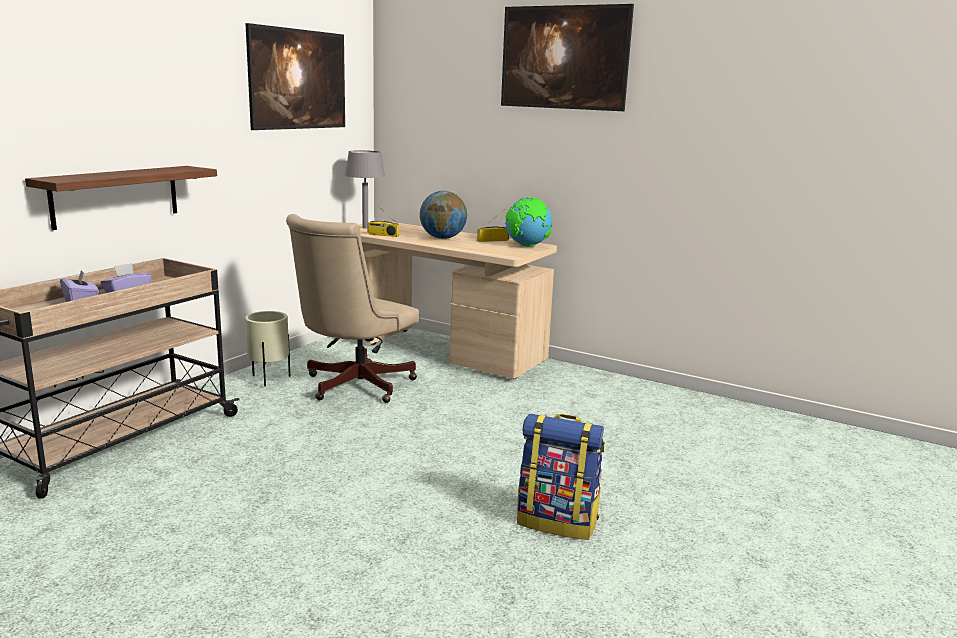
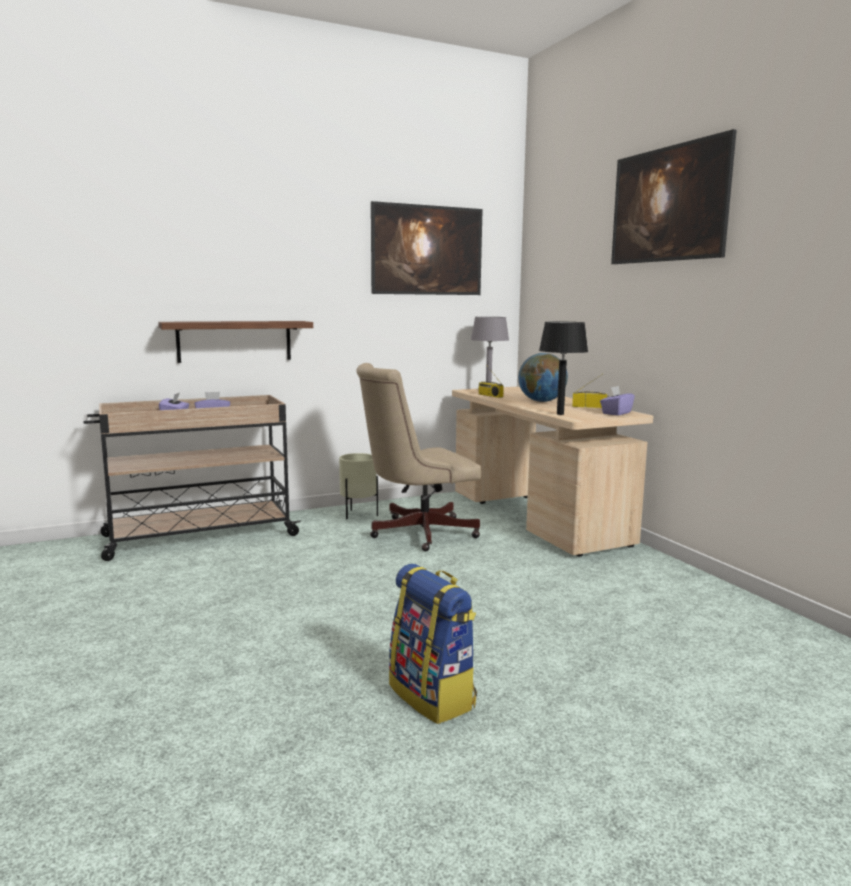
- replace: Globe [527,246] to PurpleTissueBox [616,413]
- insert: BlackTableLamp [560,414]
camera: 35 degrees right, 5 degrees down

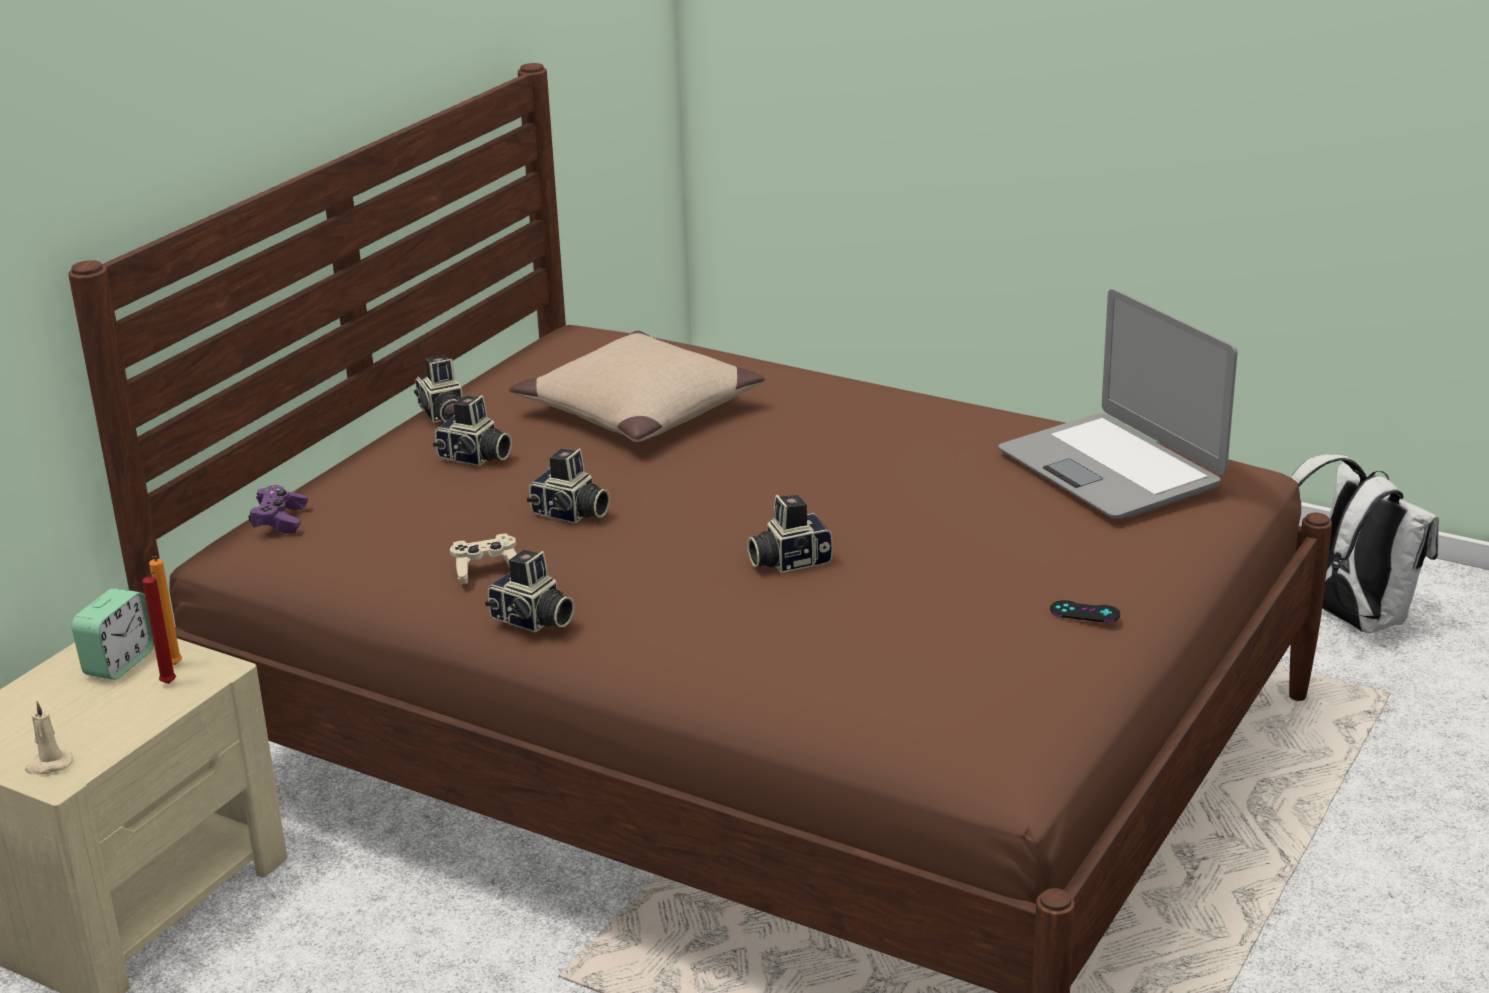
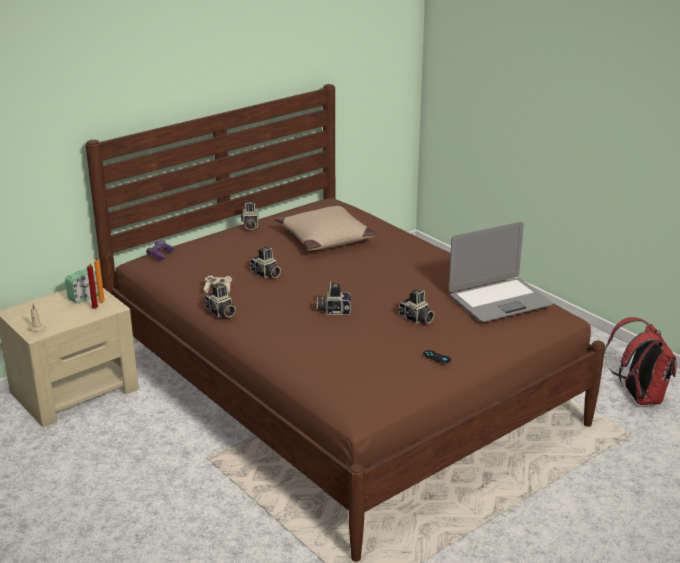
- rotate: Laptop [1111,468] = [499,301] 105 degrees counterclockwise
- move: PhotoCamera [474,458] to [416,319]
- recolor: WhiteBackpack [1349,618] to RedBackpack [638,396]
camera: 20 degrees right, 0 degrees up

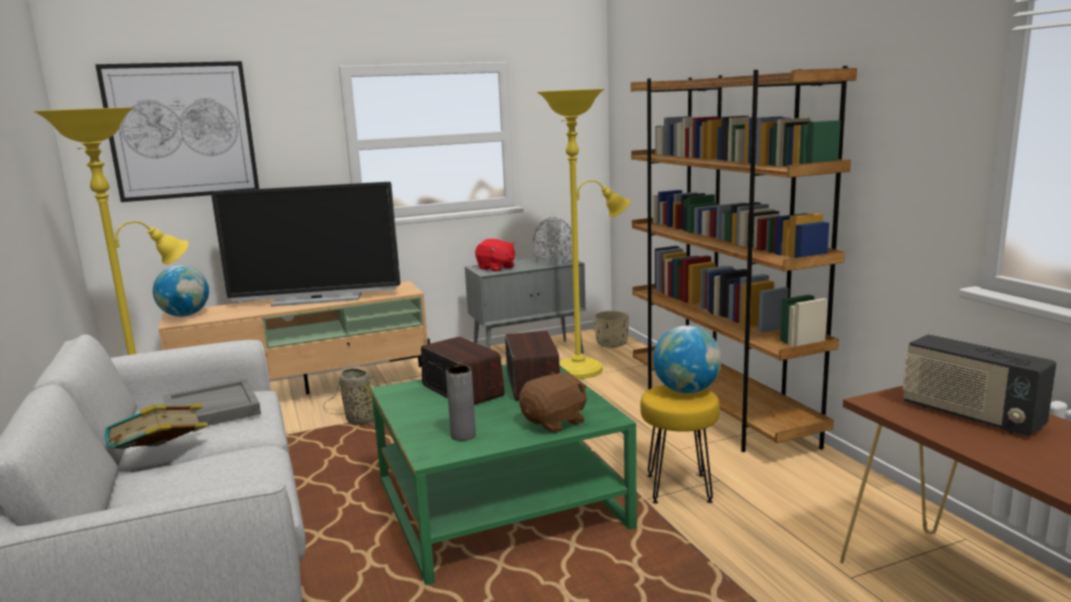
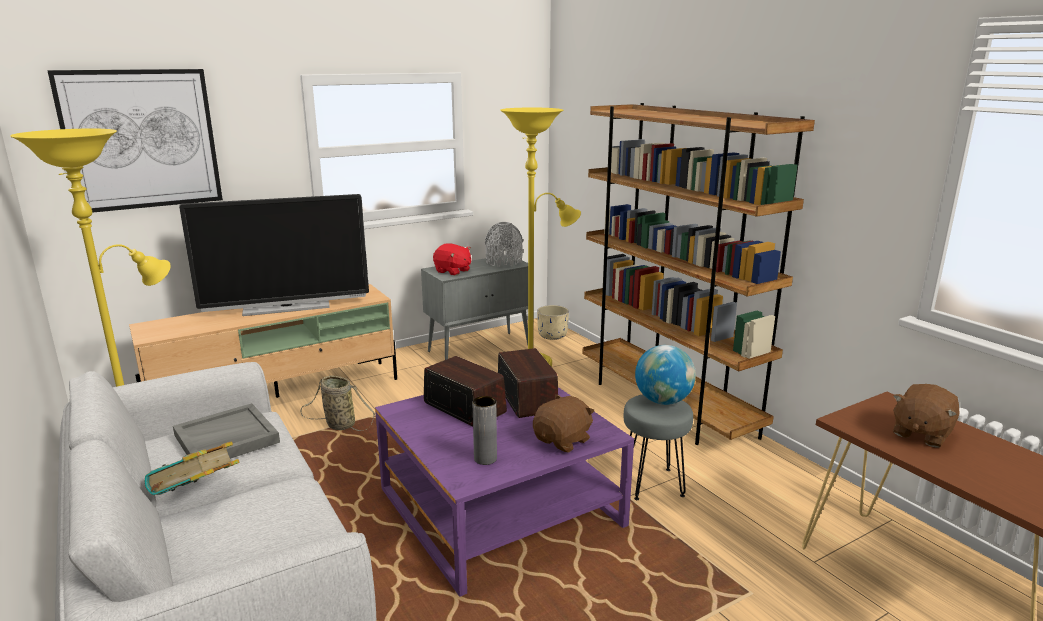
- delete: Globe [185,315]
- replace: Radio [970,416] to BrownPlushToy [920,433]
- recolor: GreenCoffeeTable [499,503] to PurpleCoffeeTable [499,507]
- recolor: YellowStool [678,488] to GreyStool [652,483]
camera: 10 degrees left, 5 degrees up

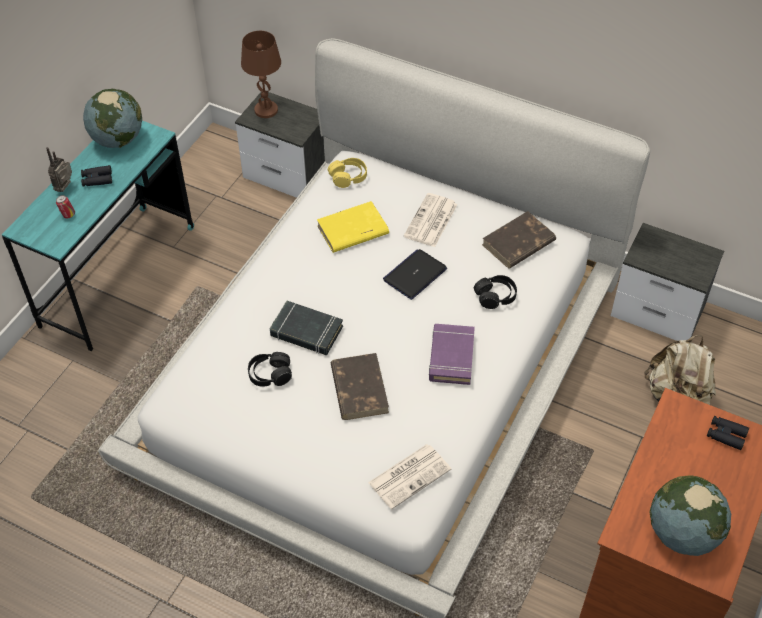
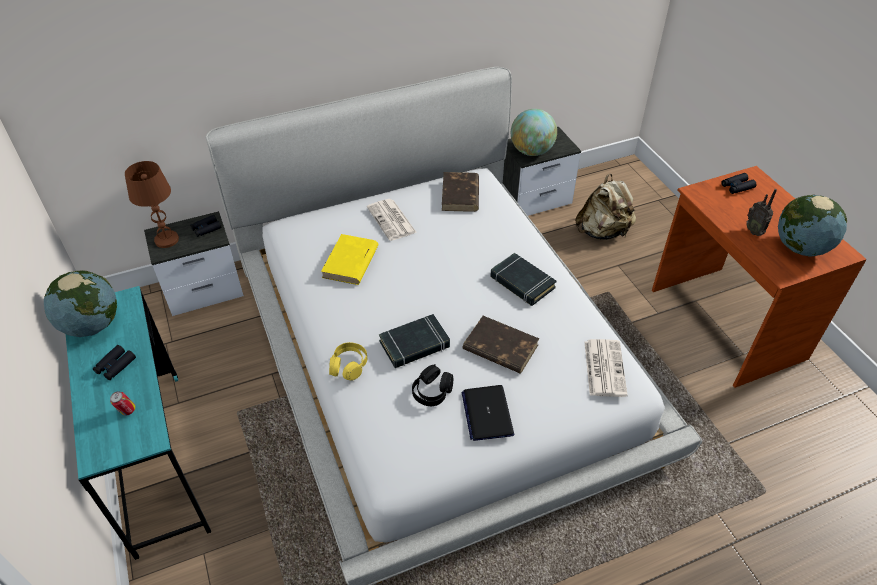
- move: Radio [66,188] to [754,231]
- move: YellowHeadphones [348,177] to [348,366]
- move: Laptop [415,275] to [487,413]
- delete: BlackHeadphones [495,296]
- recolor: PurpleBook [451,357] to BlackBook [522,283]
- insert: Globe [531,151]
- insert: BlackBinoculars [206,229]
camera: 50 degrees left, 5 degrees down

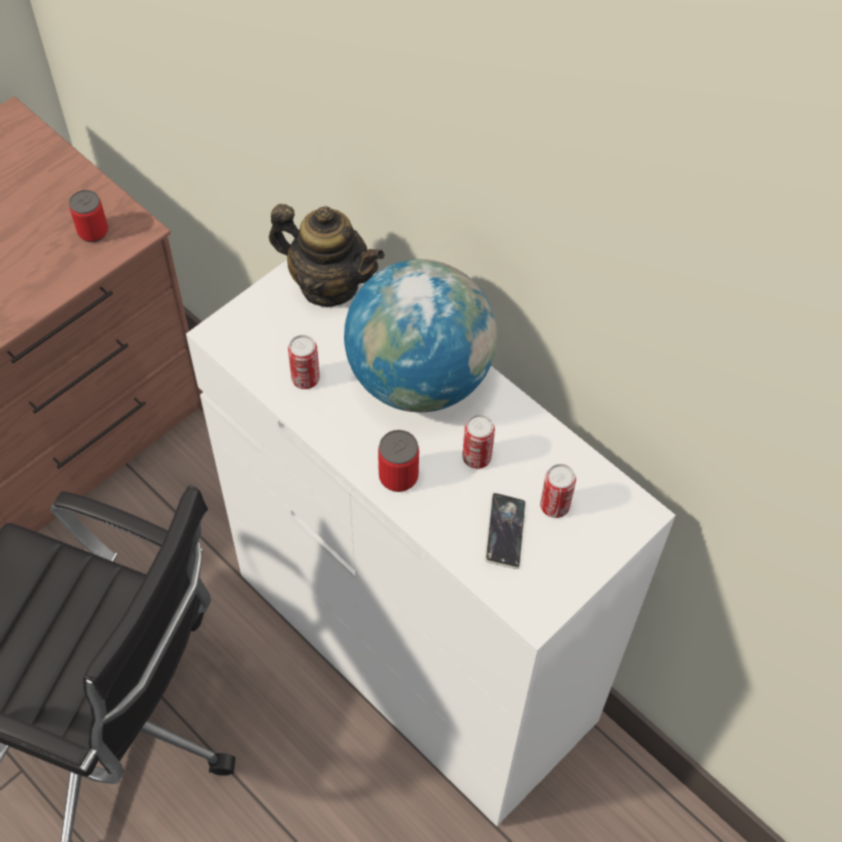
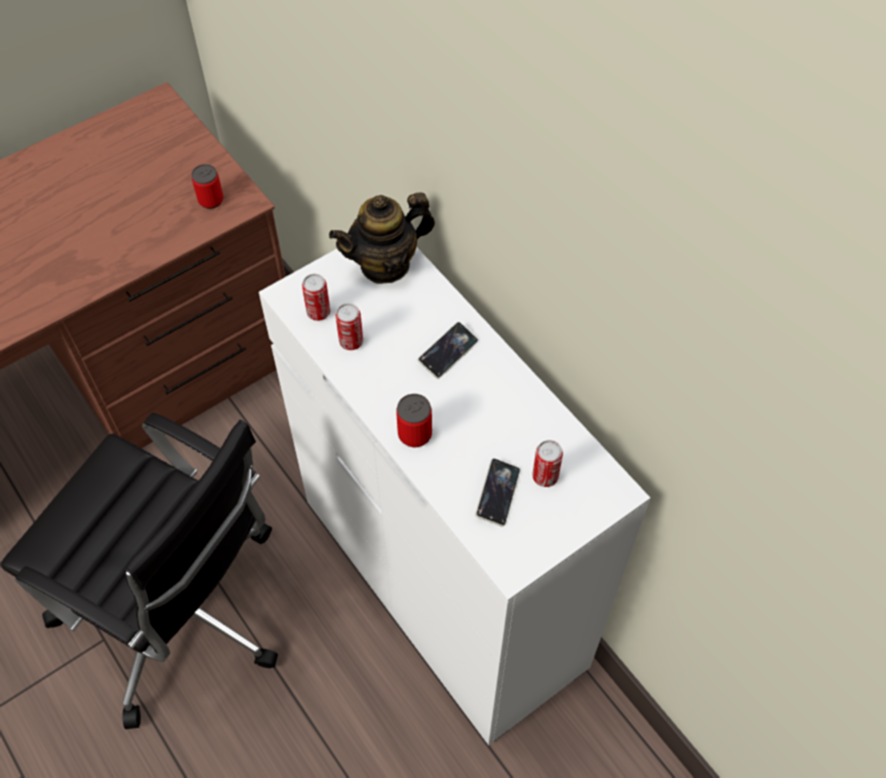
- rotate: Teapot [329,285] = [385,264] 120 degrees clockwise
- replace: Globe [419,378] to Phone [448,352]
- move: Can [476,457] to [318,312]
camera: 10 degrees right, 0 degrees up

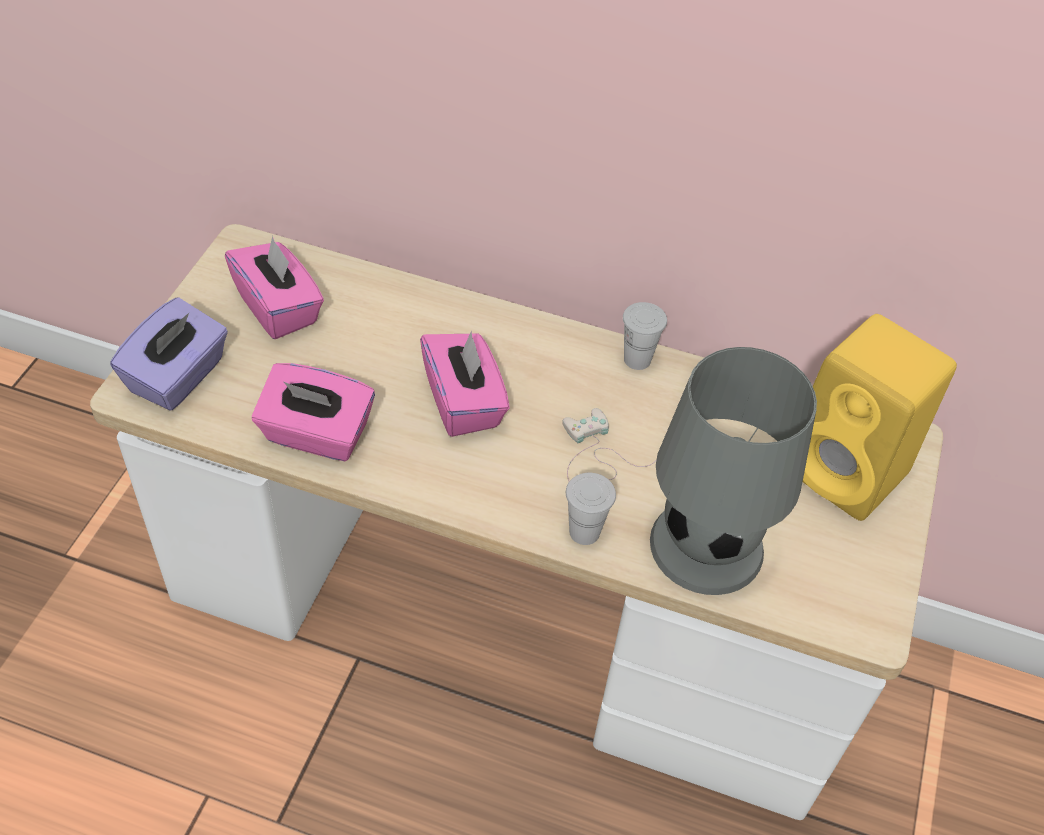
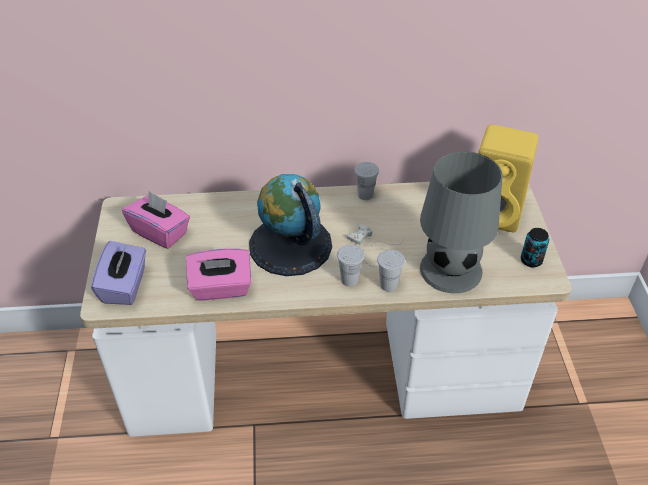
- replace: PinkTissueBox [464,402] to Globe [290,245]
- insert: Can [531,260]
- insert: WhiteCup [349,280]
camera: 20 degrees left, 5 degrees down

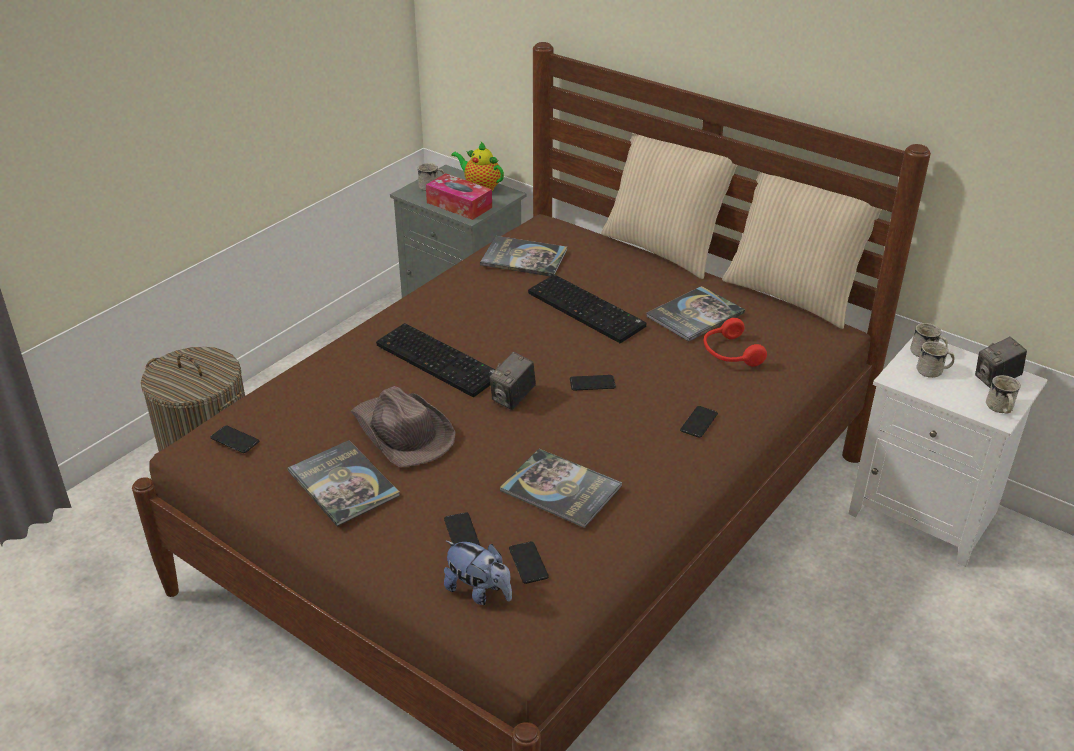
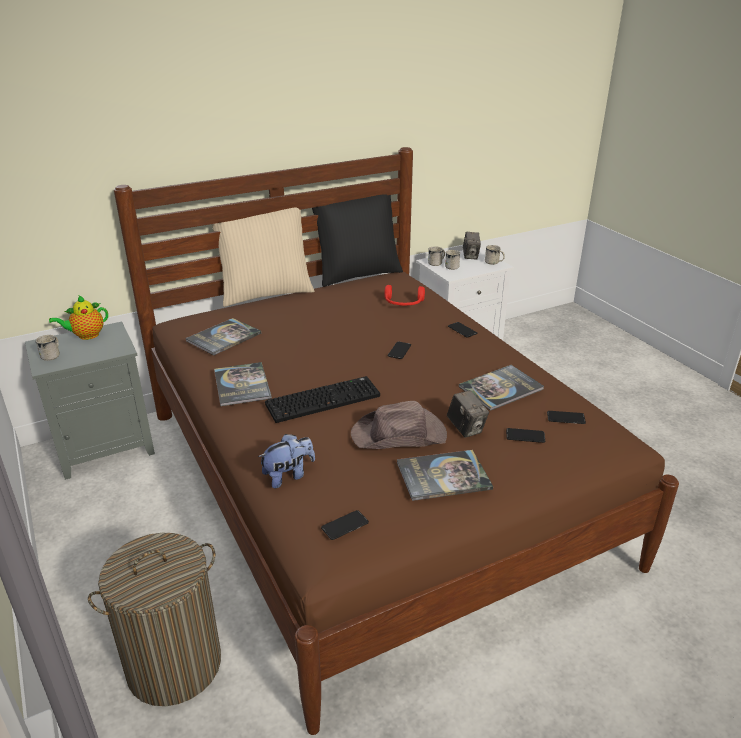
- recolor: BeigePillow [792,295] to BlackPillow [357,274]
- delete: TissueBox [459,205]
- delete: Keyboard [588,310]
- move: Book [695,315] to [242,385]
- move: PhotoCamera [513,398] to [466,428]
- move: PlushToy [479,591] to [288,475]
camera: 65 degrees left, 5 degrees down

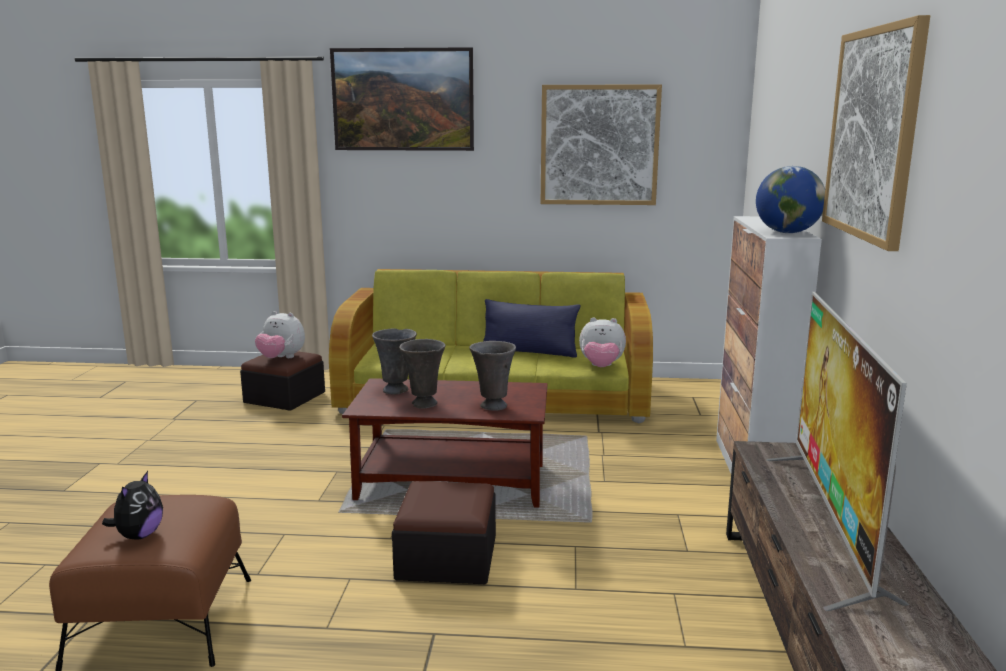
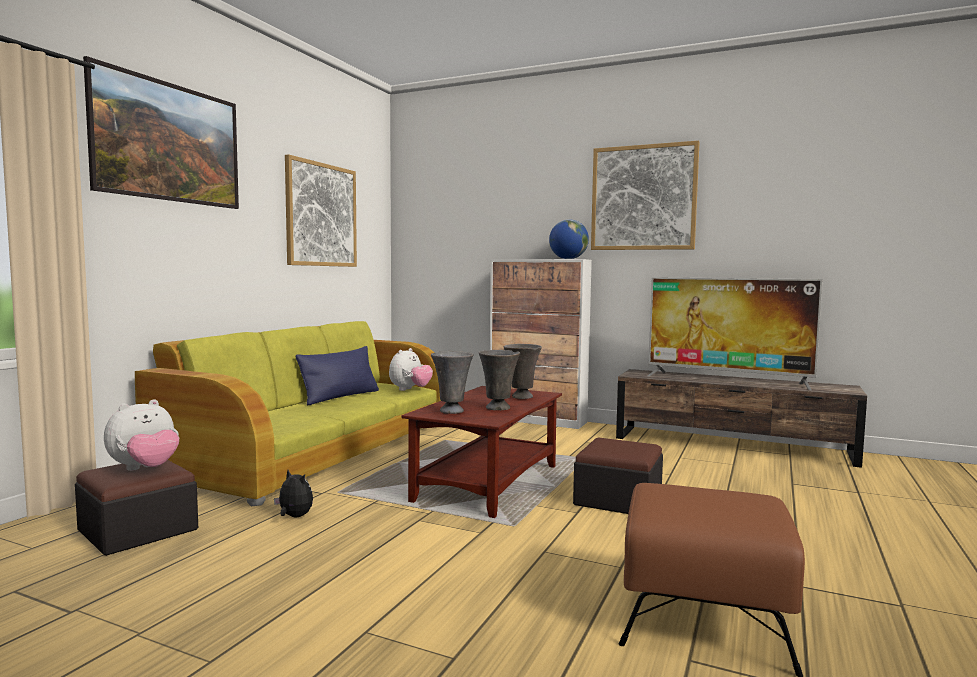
- move: PlushToy [139,535] to [294,517]
camera: 70 degrees left, 10 degrees down

